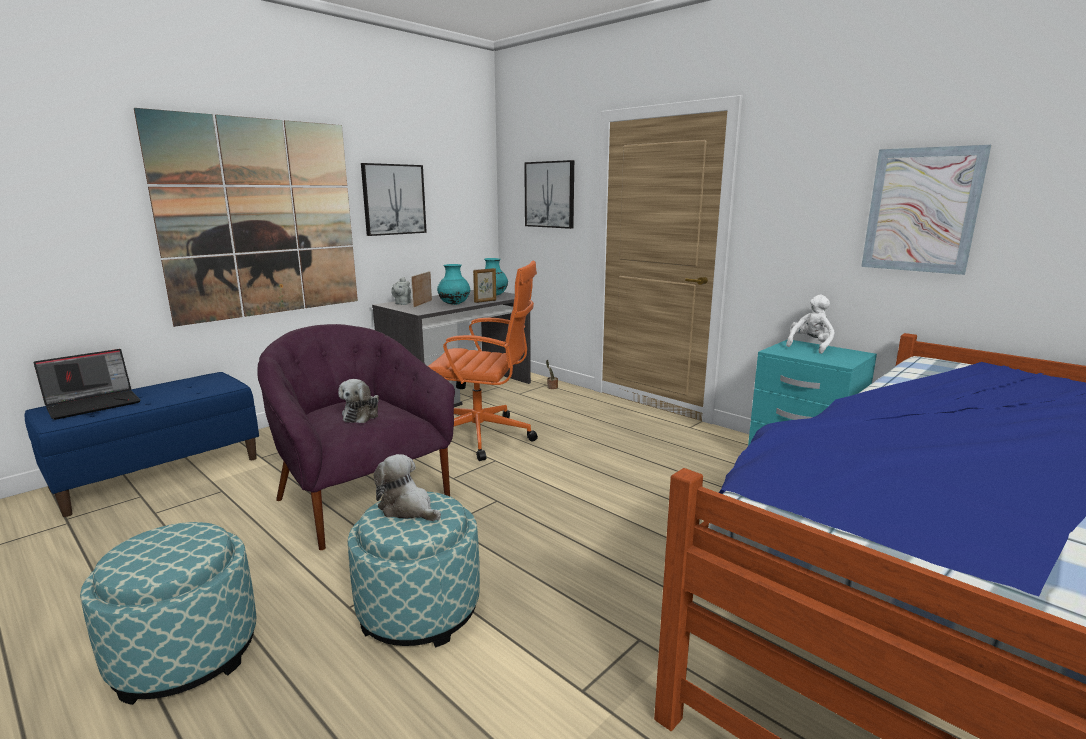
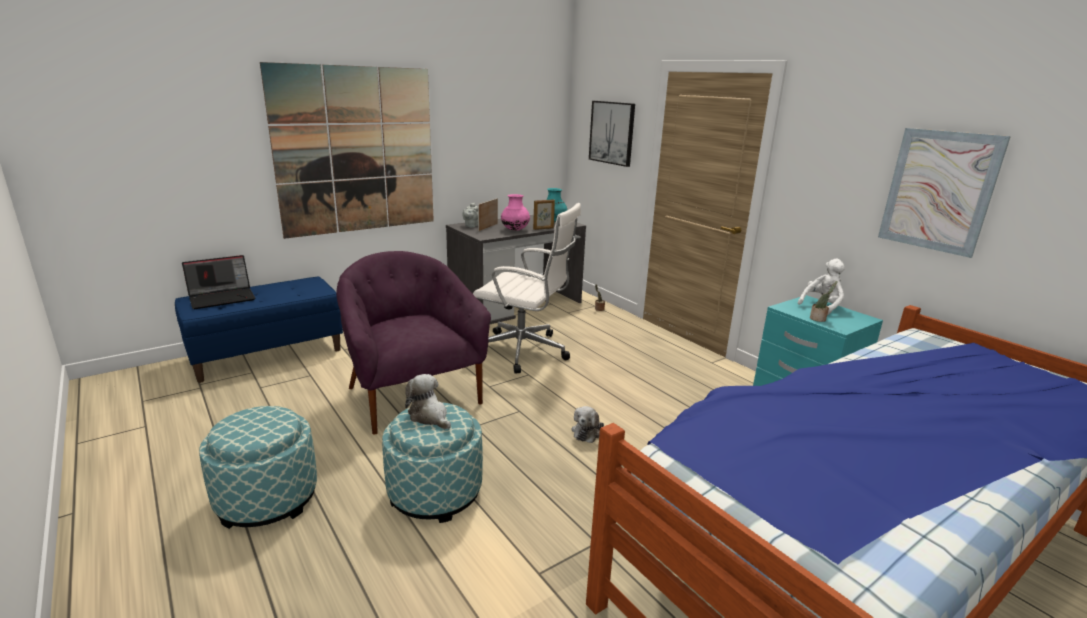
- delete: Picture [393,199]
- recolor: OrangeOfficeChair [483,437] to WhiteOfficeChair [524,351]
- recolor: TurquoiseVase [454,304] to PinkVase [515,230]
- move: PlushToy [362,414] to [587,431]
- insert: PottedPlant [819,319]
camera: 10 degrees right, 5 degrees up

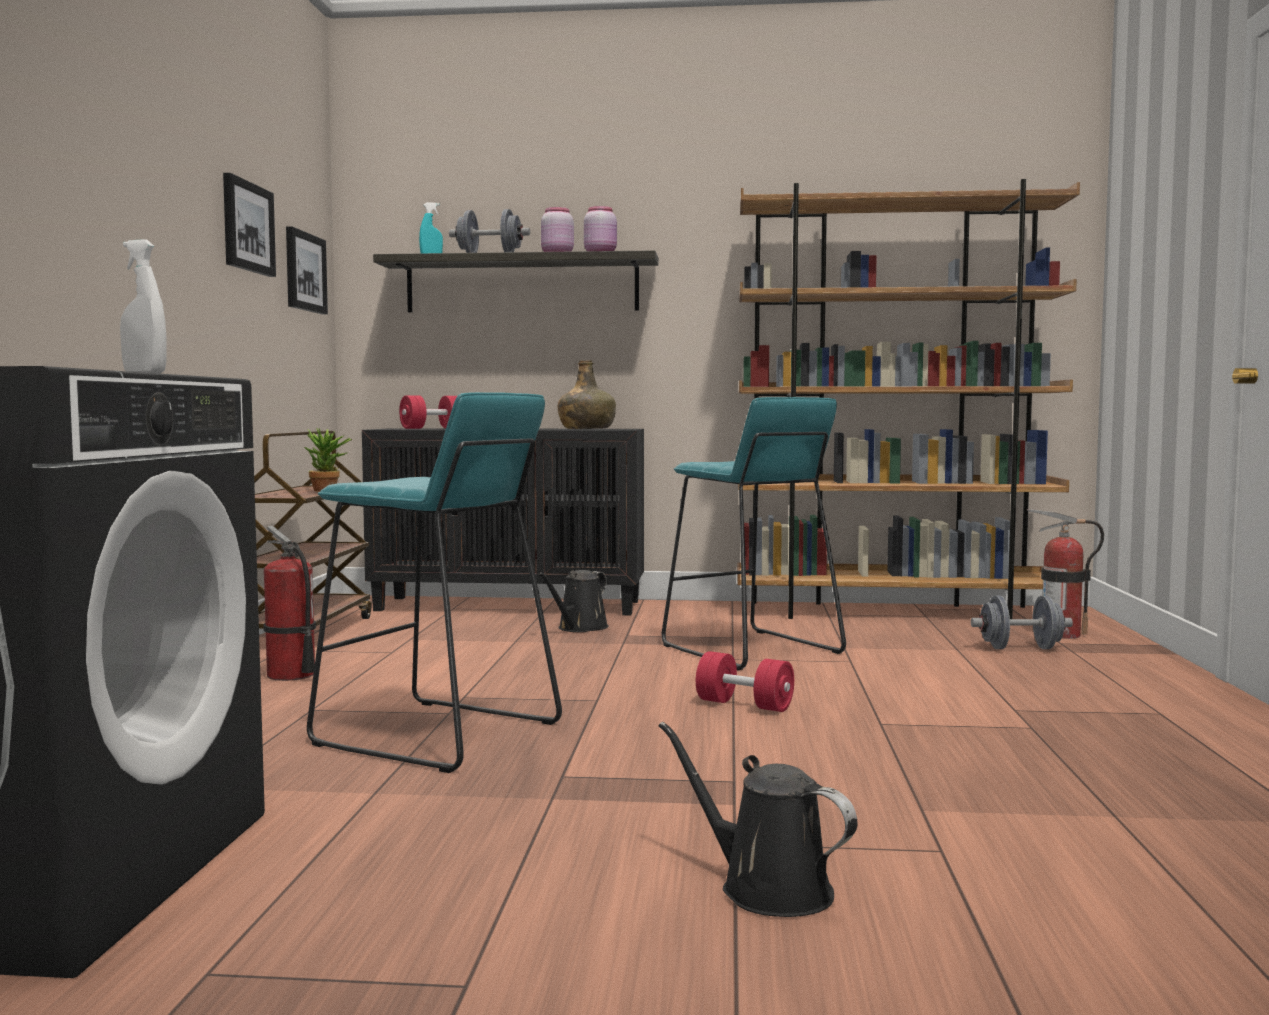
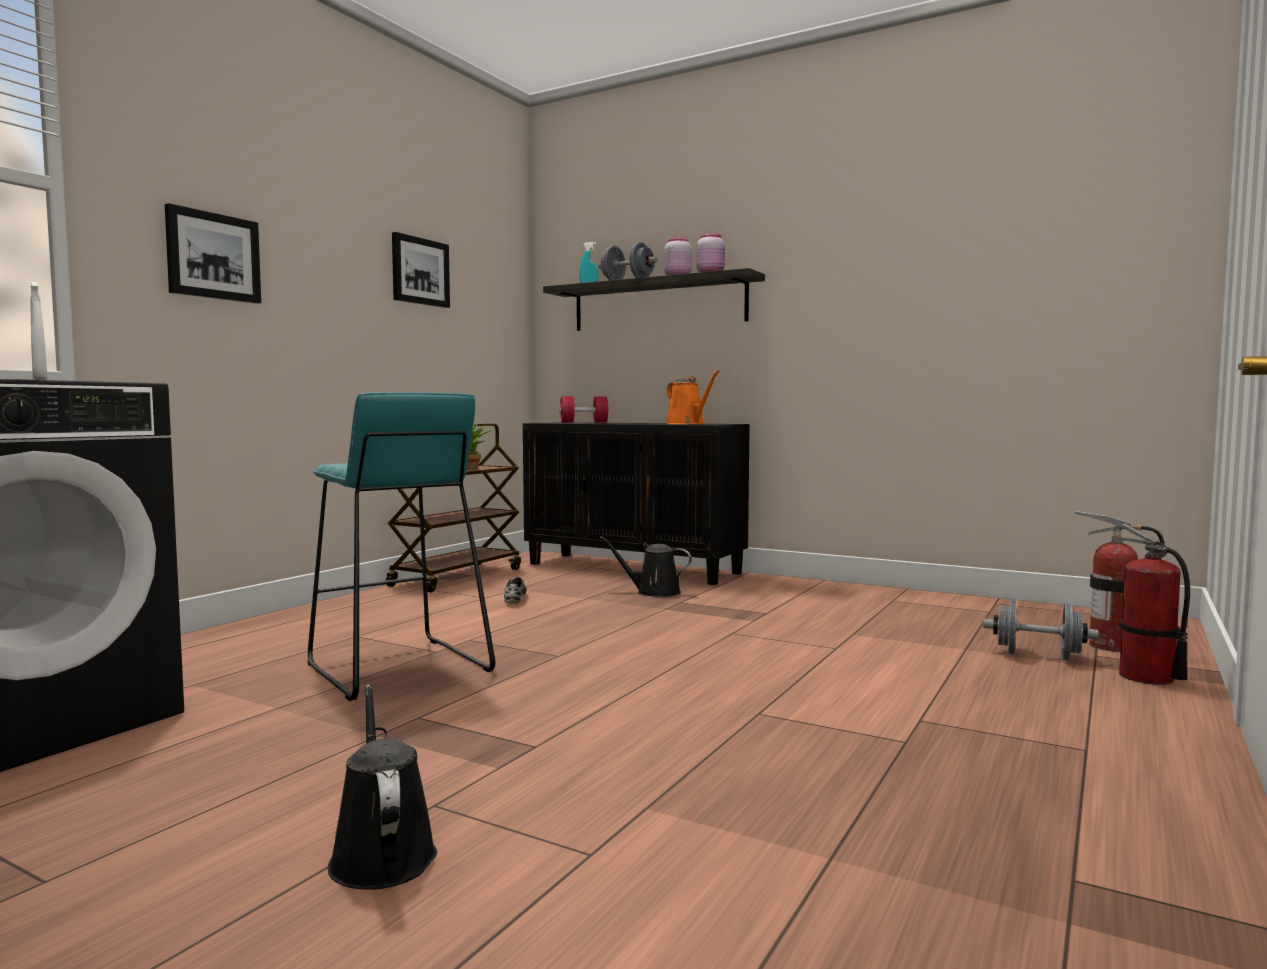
- delete: BrownBookcase [893,612]
- move: Picture [304,272] to [213,256]
- replace: GreenBottle [586,429] to OrangeWateringCan [688,424]
- delete: TurquoiseStool [750,650]
- move: FireExtinguisher [291,675] to [1146,677]
- rotate: BlackWateringCan [579,628] = [653,592] 45 degrees clockwise
- delete: RedDumbbell [744,705]
- insert: Shoe [515,599]
camera: 25 degrees right, 0 degrees up

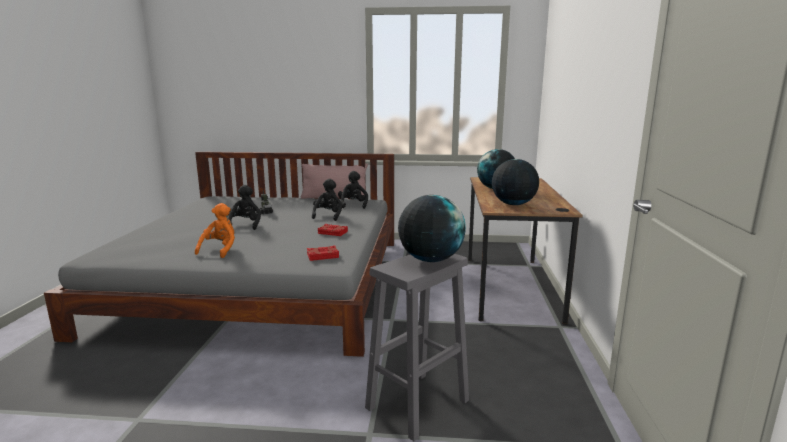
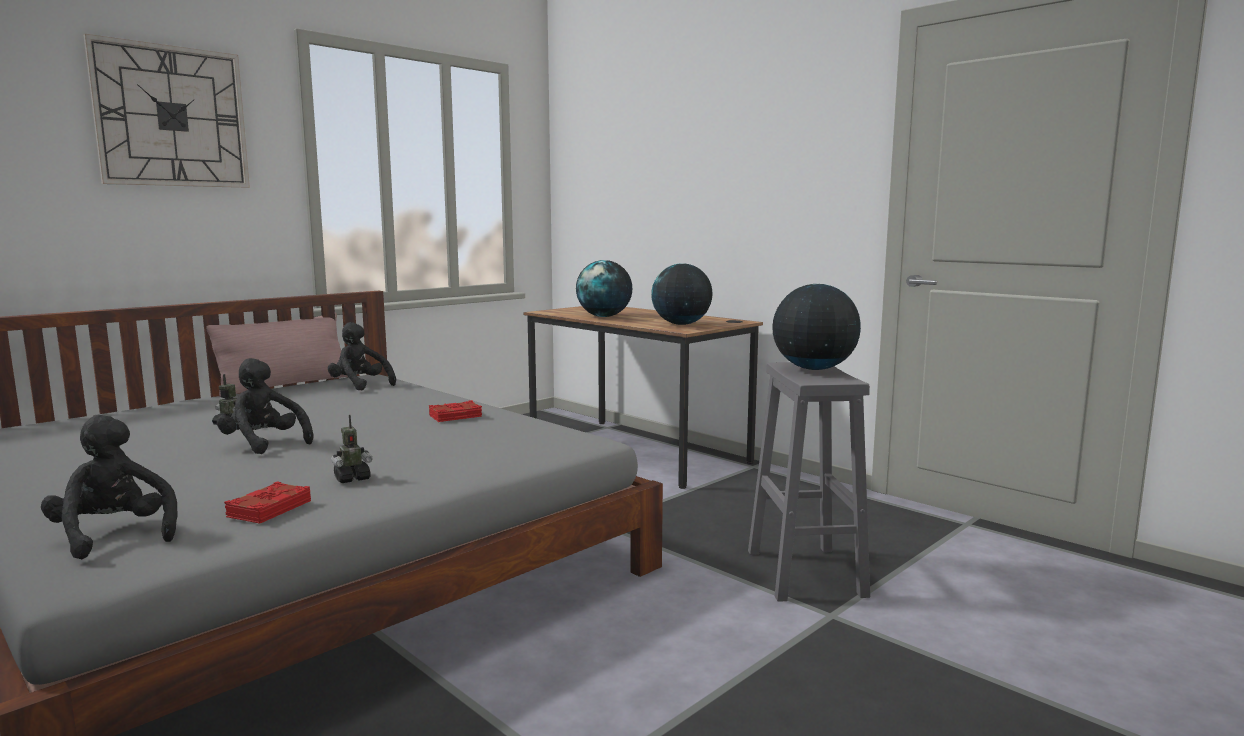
- move: BlackPlushToy [328,216] to [114,536]
- replace: OrangePlushToy [220,250] to ToyRobot [352,479]
- move: RedBook [322,256] to [268,509]
- insert: WallClock [171,117]
camera: 50 degrees left, 5 degrees down

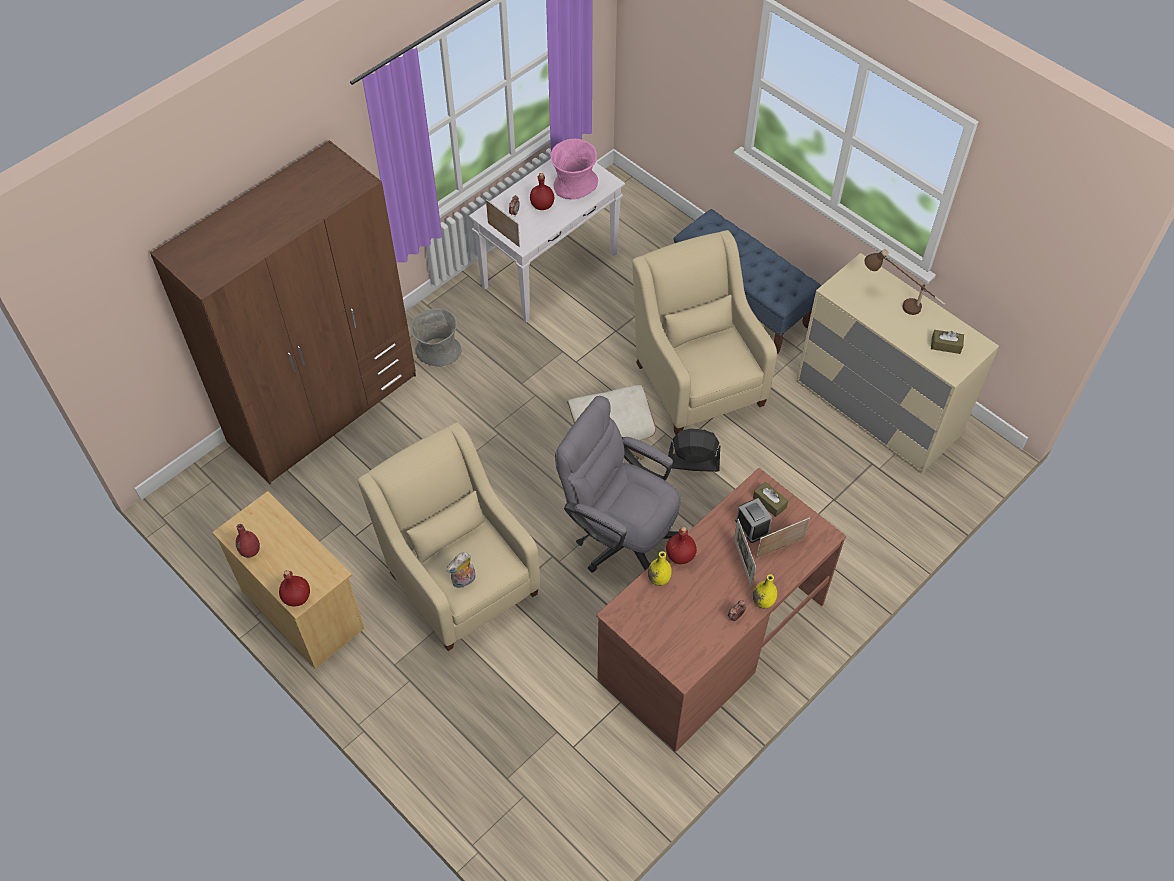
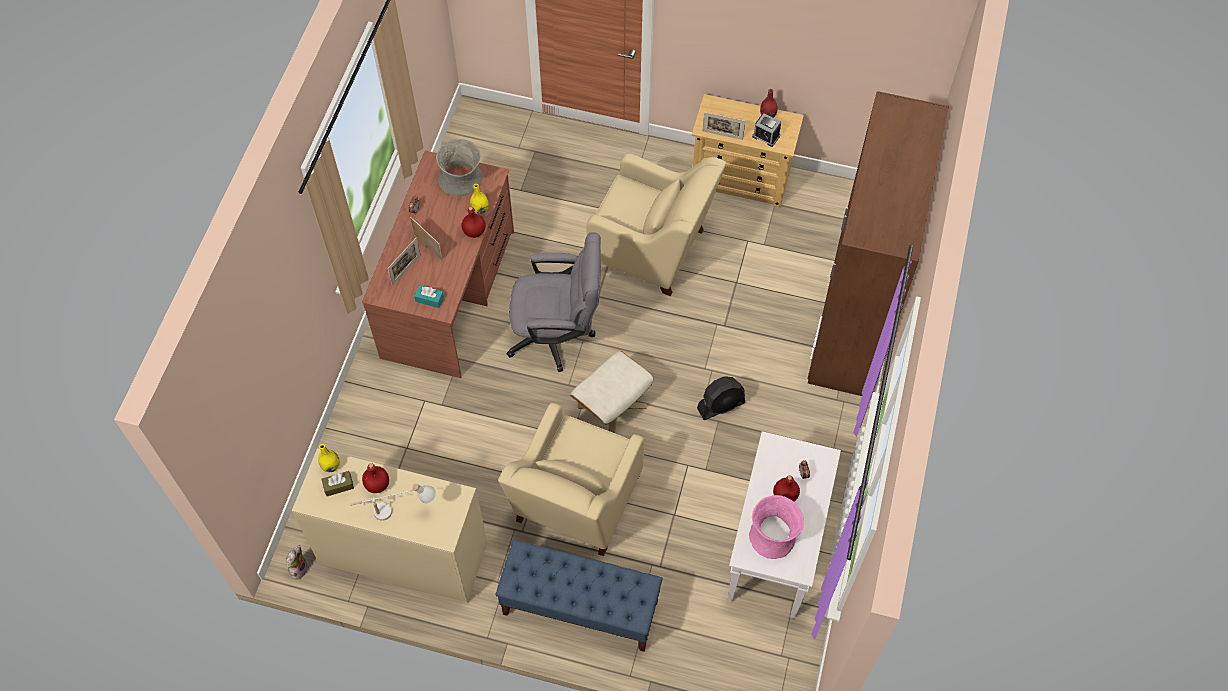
- move: PictureFrame [503,235] to [722,135]
- rotate: BeigeArmchair [697,378] = [575,503] 75 degrees clockwise
- recolor: BrownTableLamp [898,302] to WhiteTableLamp [397,511]
- move: GreyVase [438,351] to [461,180]
- move: BlackFan [693,462] to [721,405]
- recolor: BrownTissueBox [769,502] to TurquoiseTissueBox [429,299]
- move: AlarmClock [752,526] to [766,136]
- move: PlushToy [464,581] to [298,568]
- move: RedBottle [296,597] to [378,484]
- move: YellowVase [763,601] to [331,466]
camera: 150 degrees right, 5 degrees up

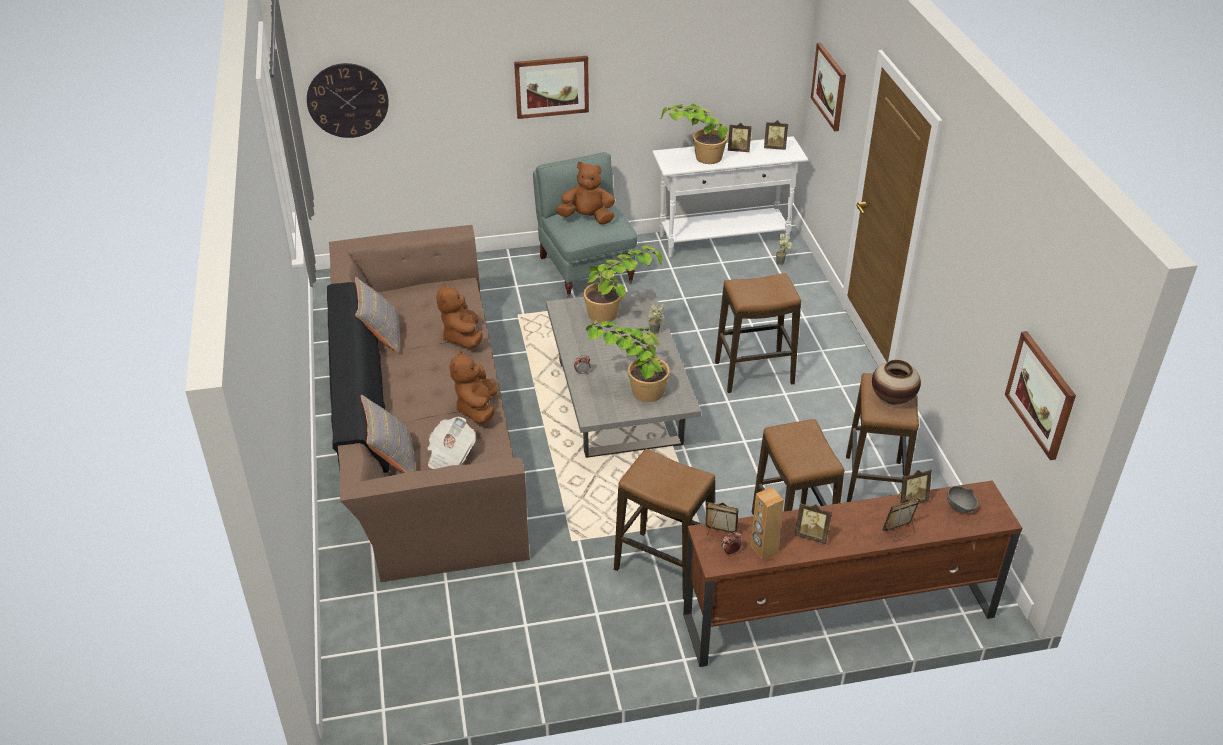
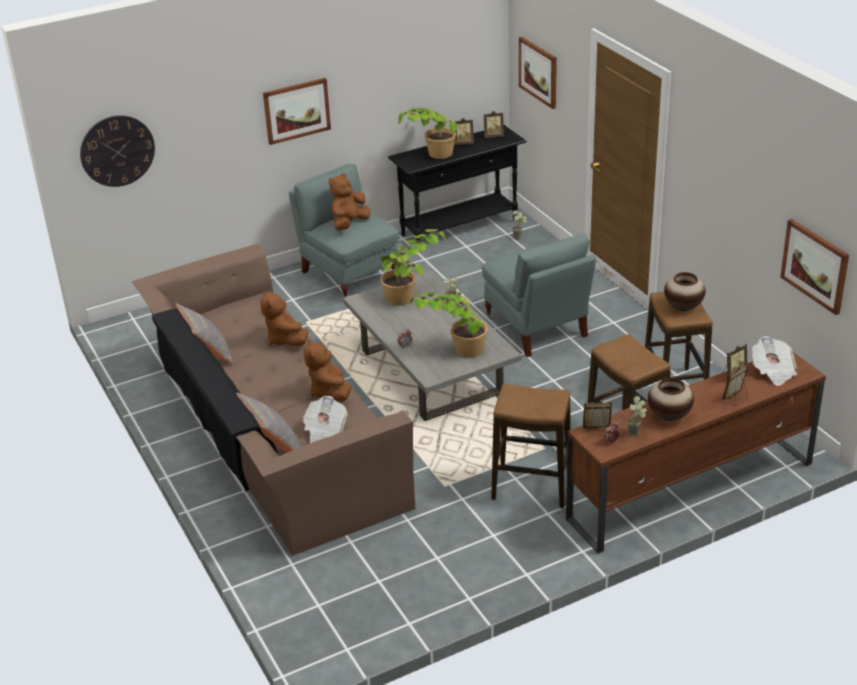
- recolor: WhiteConsoleTable [724,240] to BlackConsoleTable [460,228]
- rotate: BrownPlushToy [587,218] = [349,224] 45 degrees counterclockwise
- replace: Stool [754,373] to GreyArmchair [536,327]
- replace: GreyBowl [960,507] to Newspaper [773,371]
- replace: BrownSpeaker [763,549] to PottedPlant [636,433]
- replace: PictureFrame [811,535] to Vase [669,416]
camera: 15 degrees left, 5 degrees down

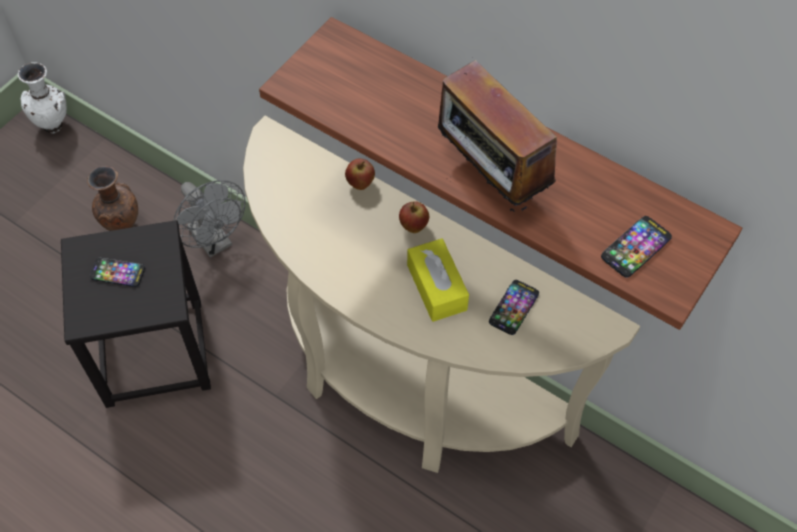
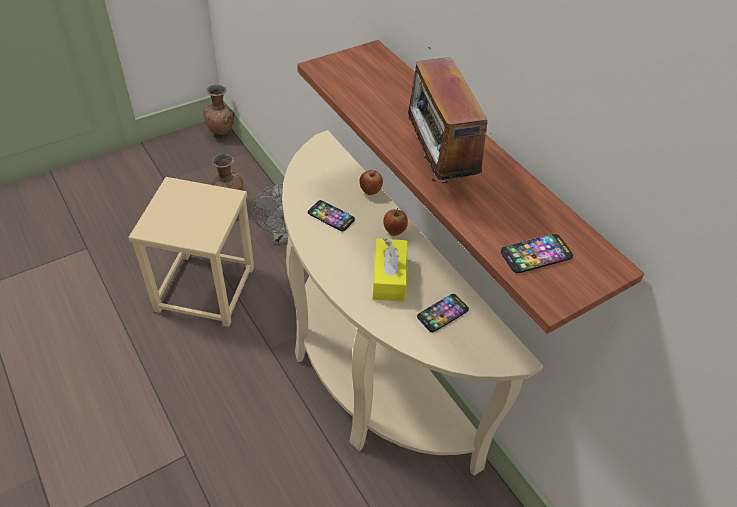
- recolor: WhiteVase [54,125] to BrownVase [222,135]
- recolor: BlackStool [156,352] to BeigeStool [206,289]
- move: Phone [118,273] to [331,216]
camera: 20 degrees right, 10 degrees down

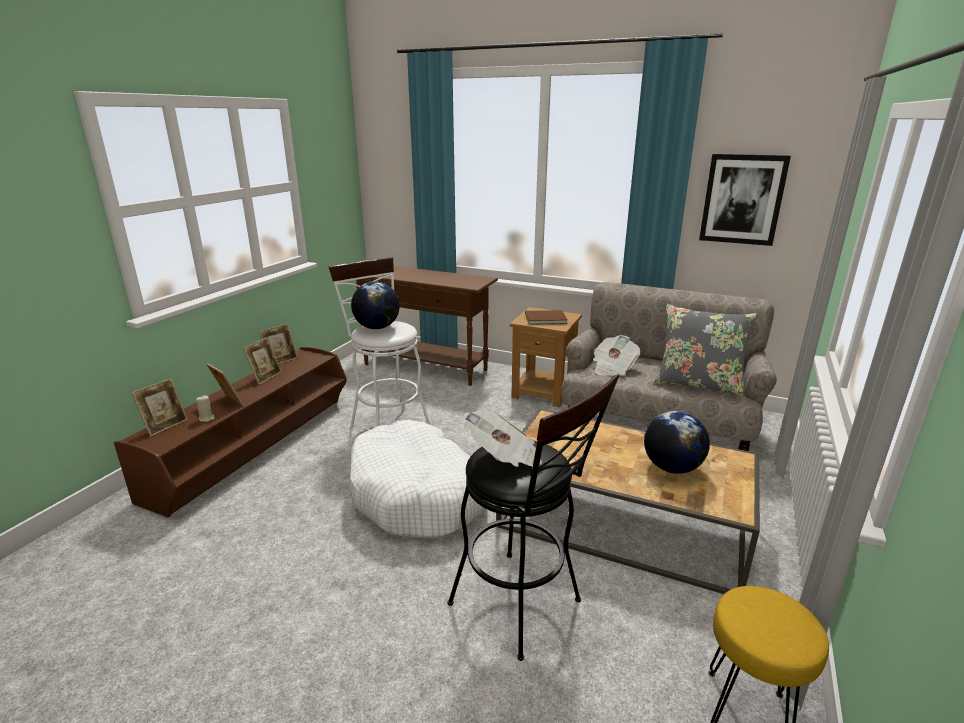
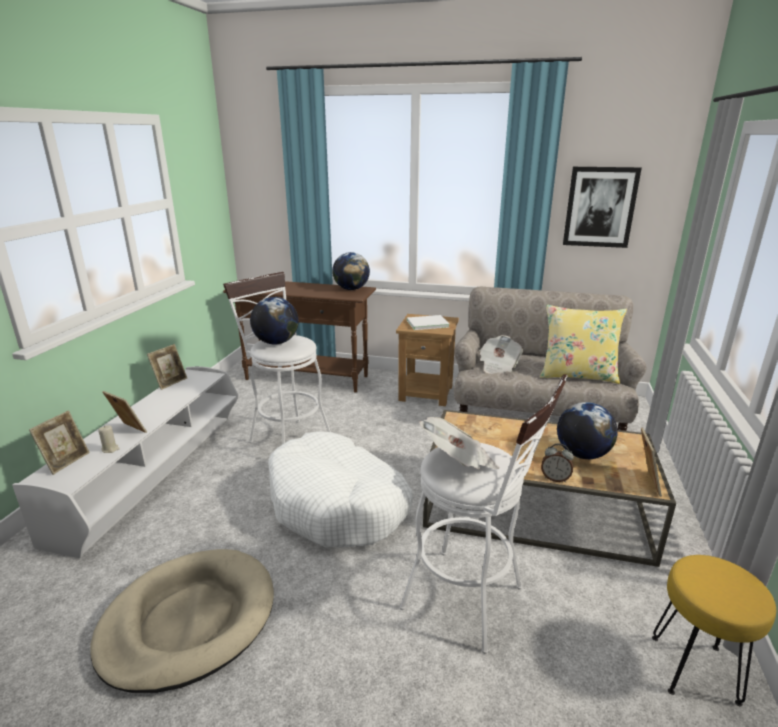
- recolor: GreyPillow [698,384] to YellowPillow [577,375]
- recolor: BrownBook [544,318] to WhiteBook [426,323]
- move: PictureFrame [266,377] to [646,482]
- recolor: BrownTvStand [257,447] to WhiteTvStand [156,473]
- recolor: BlackStool [523,607] to WhiteStool [472,602]
- insert: Globe [351,289]
- insert: AlarmClock [555,478]
- insert: BeigeDogBed [188,621]
camera: 10 degrees left, 0 degrees up

